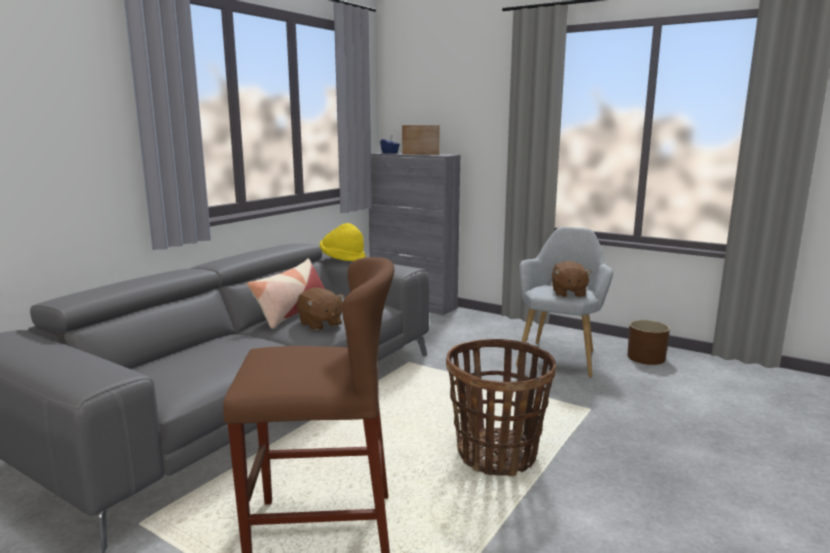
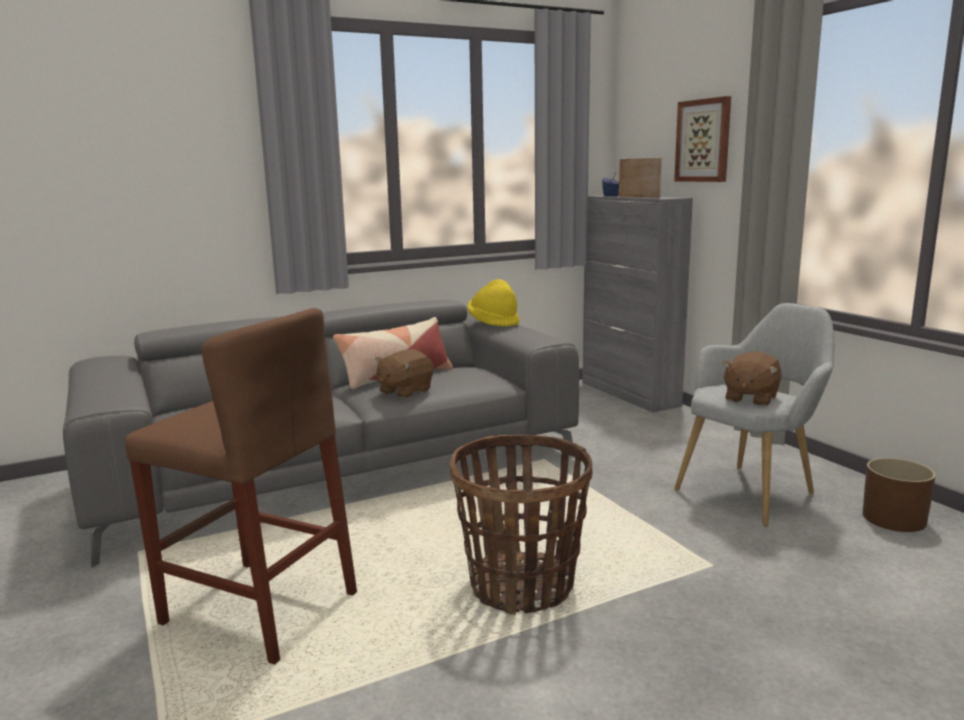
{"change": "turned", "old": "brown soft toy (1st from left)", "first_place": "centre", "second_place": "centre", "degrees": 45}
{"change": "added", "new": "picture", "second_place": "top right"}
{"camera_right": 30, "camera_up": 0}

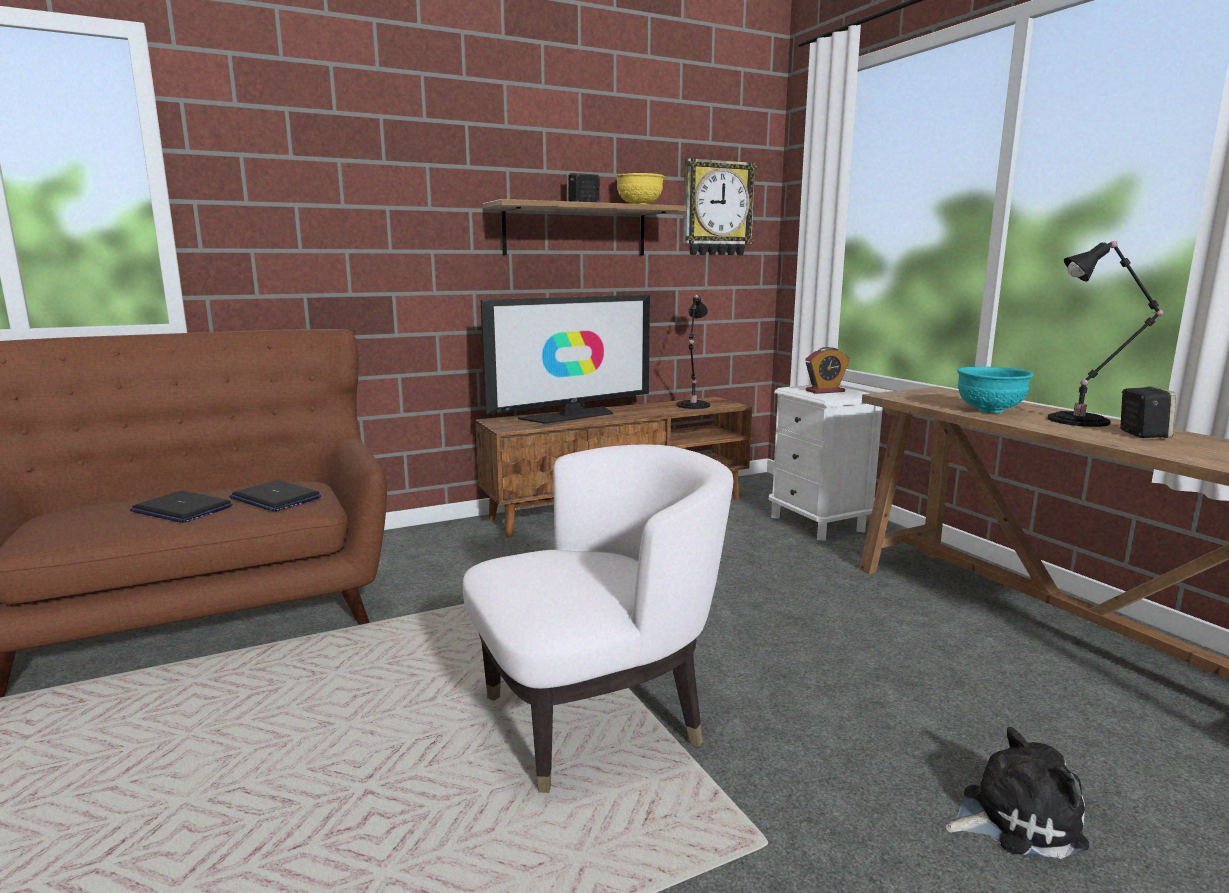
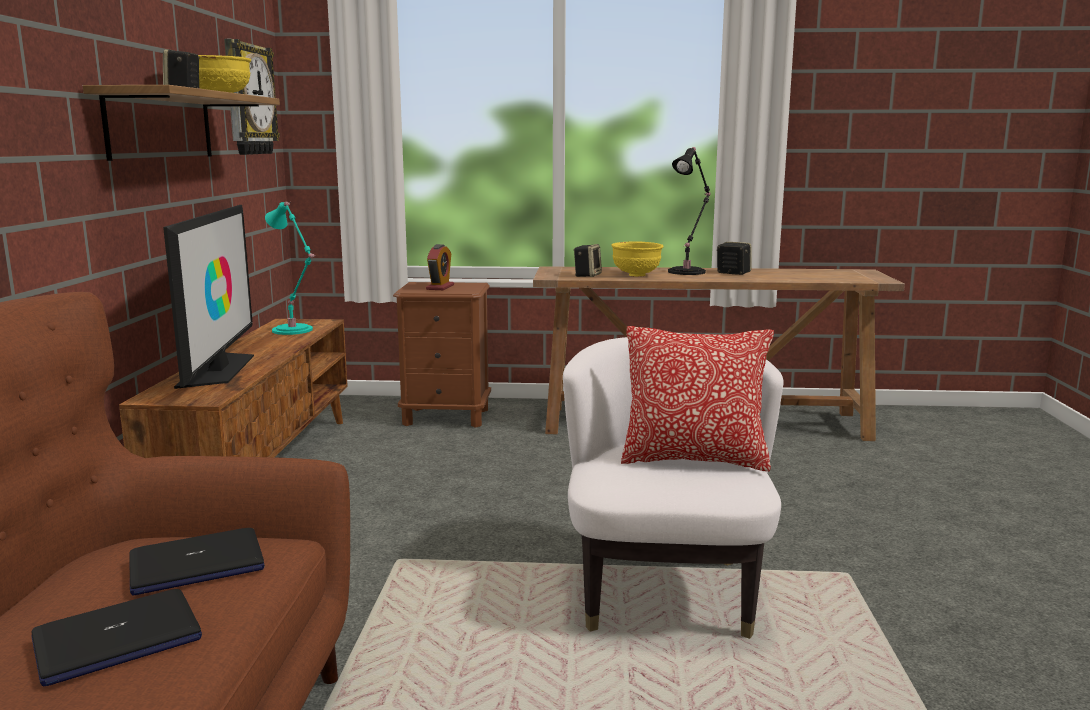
{"change": "recoloured", "old": "black-coloured table lamp (1st from left)", "new": "blue-green table lamp", "first_place": "centre", "second_place": "middle left"}
{"change": "recoloured", "old": "whitish night table", "new": "brown night table", "first_place": "middle right", "second_place": "centre"}
{"change": "removed", "old": "soft toy", "first_place": "bottom right"}
{"change": "recoloured", "old": "blue-green bowl", "new": "yellow-coloured bowl (2nd from left)", "first_place": "middle right", "second_place": "centre"}
{"change": "added", "new": "loudspeaker (2nd from left)", "second_place": "centre"}
{"change": "added", "new": "throw pillow", "second_place": "centre"}
{"camera_right": -60, "camera_up": 0}

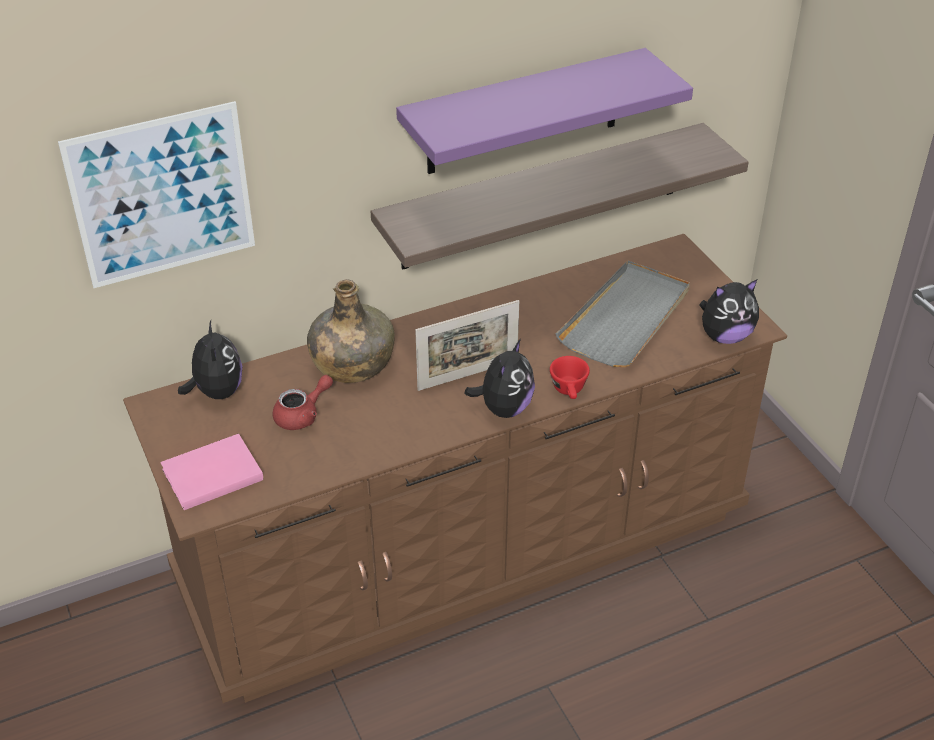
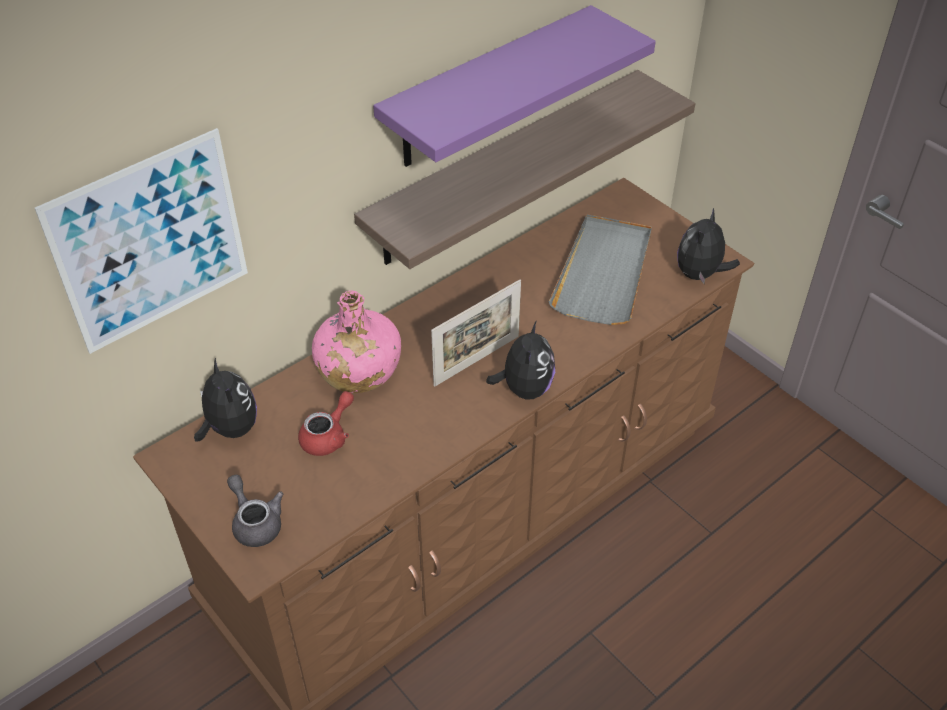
{"change": "replaced", "old": "pink-coloured volume", "new": "grey teapot", "first_place": "middle left", "second_place": "bottom left"}
{"change": "recoloured", "old": "green bottle", "new": "pink-coloured bottle", "first_place": "centre", "second_place": "centre"}
{"change": "removed", "old": "reddish cup", "first_place": "centre"}
{"change": "turned", "old": "soft toy (3rd from left)", "first_place": "middle right", "second_place": "middle right", "degrees": 150}
{"camera_right": -15, "camera_up": 5}

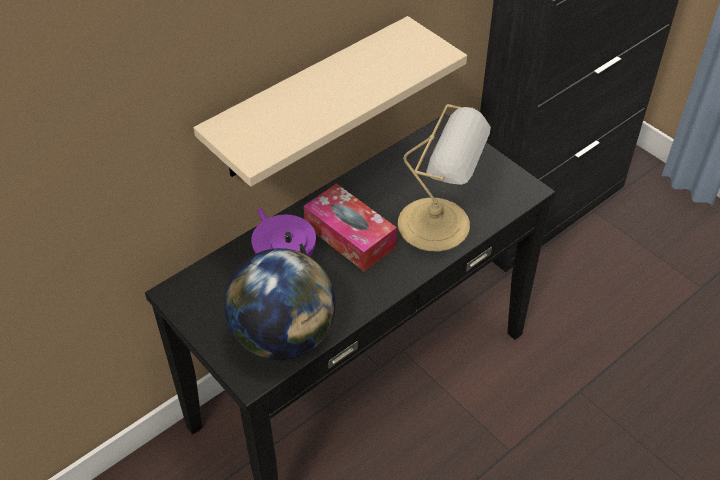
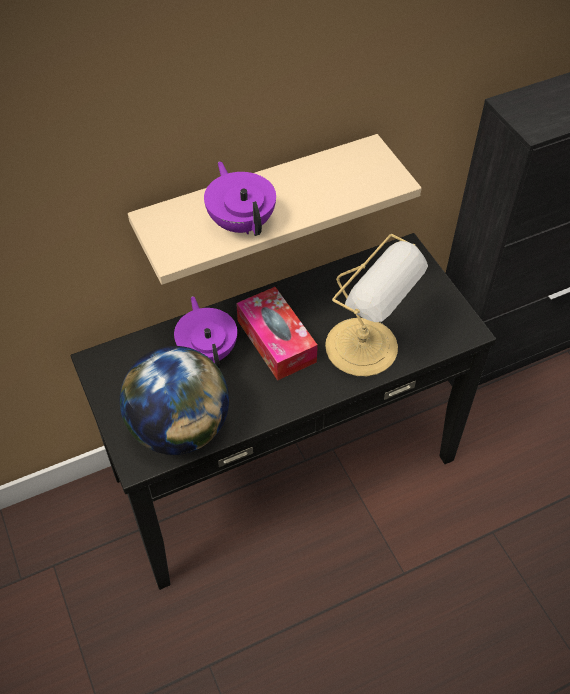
{"change": "added", "new": "purple-coloured teapot (2nd from left)", "second_place": "top centre"}
{"camera_right": 15, "camera_up": 5}

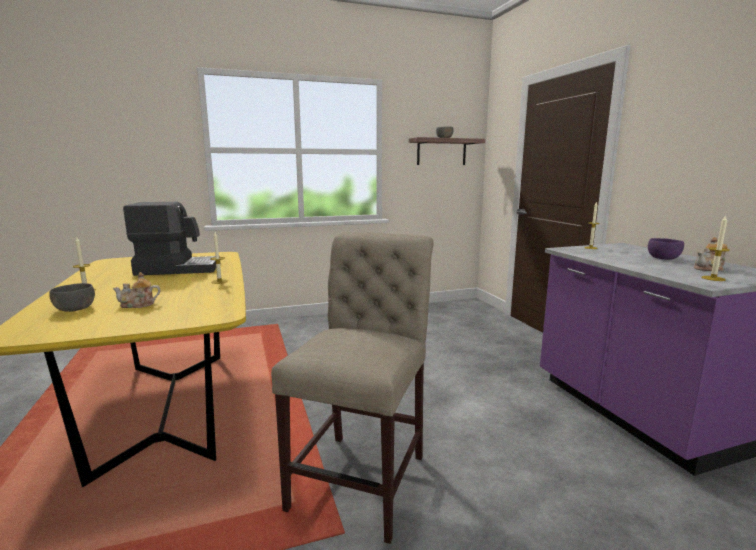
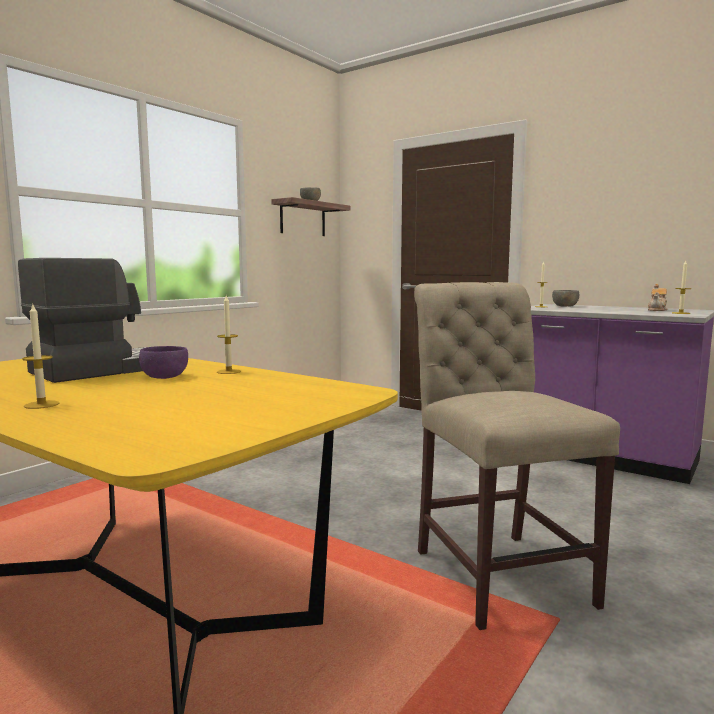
{"change": "moved", "old": "grey bowl (1st from left in the first image)", "new": "grey bowl (2nd from left)", "first_place": "middle left", "second_place": "middle right"}
{"change": "removed", "old": "teapot (1st from left)", "first_place": "middle left"}
{"change": "moved", "old": "purple-coloured bowl", "first_place": "middle right", "second_place": "middle left"}
{"camera_right": -35, "camera_up": -5}

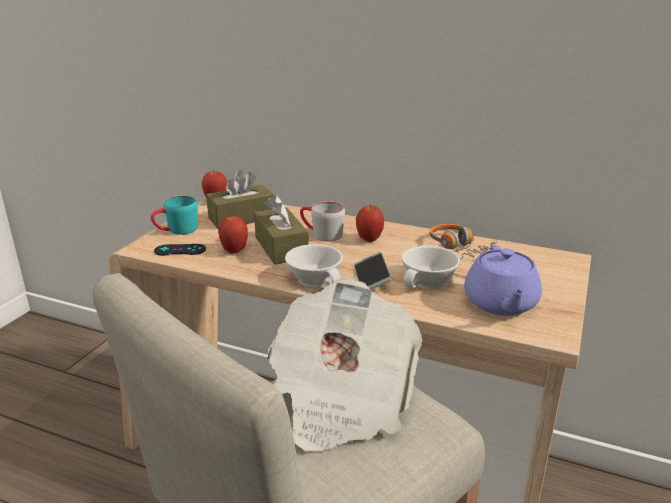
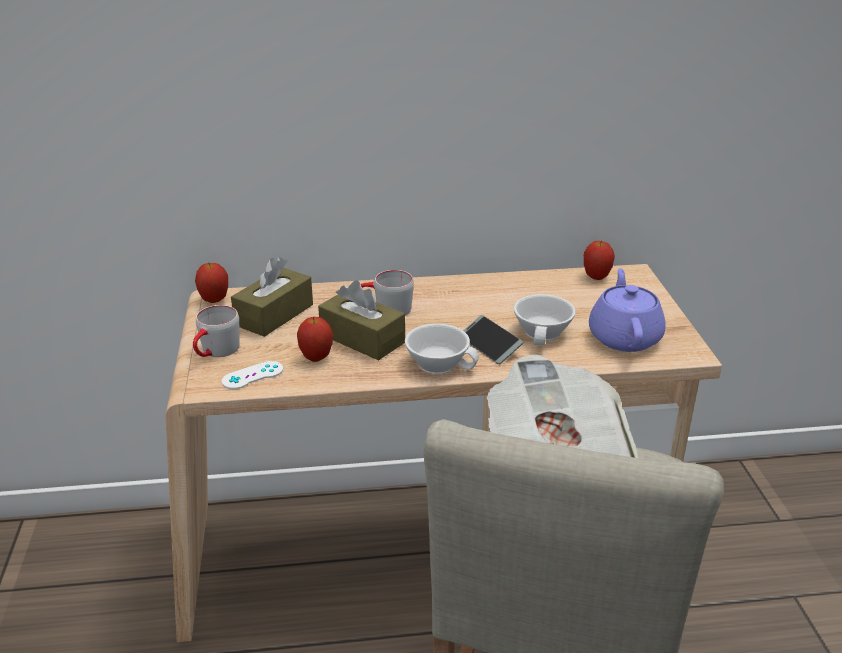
{"change": "recoloured", "old": "blue-green tea mug", "new": "grey tea mug (1st from left)", "first_place": "middle left", "second_place": "middle left"}
{"change": "recoloured", "old": "black-coloured game controller", "new": "whitish game controller", "first_place": "middle left", "second_place": "middle left"}
{"change": "moved", "old": "apple fruit (3rd from left)", "first_place": "centre", "second_place": "middle right"}
{"change": "removed", "old": "headset", "first_place": "middle right"}
{"change": "turned", "old": "purple-coloured teapot", "first_place": "middle right", "second_place": "middle right", "degrees": -150}
{"camera_right": -30, "camera_up": 5}

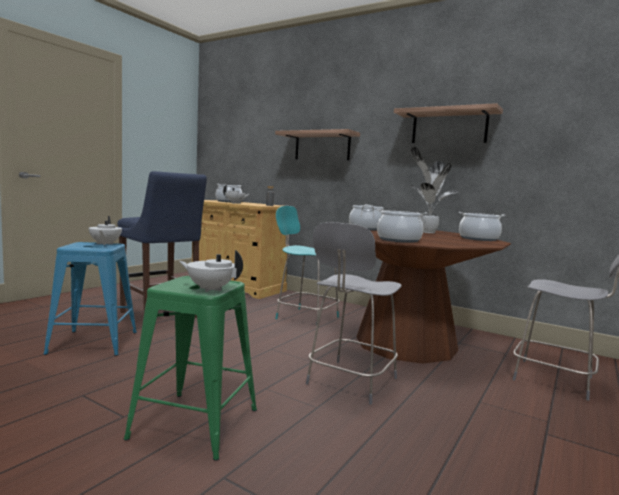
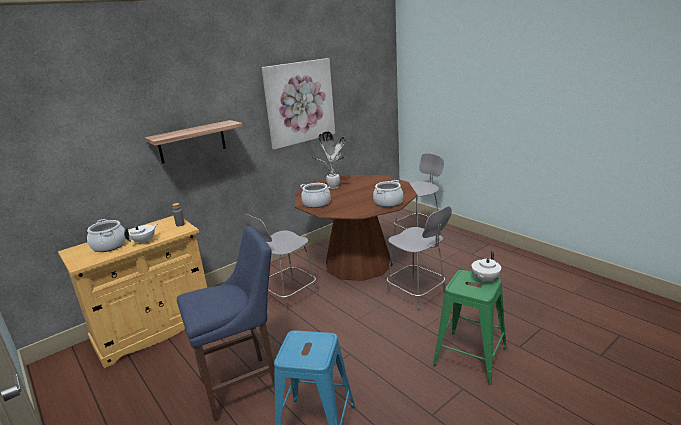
{"change": "removed", "old": "whitish teapot (1st from left)", "first_place": "middle left"}
{"change": "recoloured", "old": "blue-green upright chair", "new": "grey upright chair (1st from left)", "first_place": "centre", "second_place": "centre"}
{"change": "replaced", "old": "shelf (2nd from left)", "new": "picture", "first_place": "top right", "second_place": "top centre"}
{"change": "removed", "old": "saucepot (4th from left)", "first_place": "middle right"}
{"camera_right": -70, "camera_up": 15}

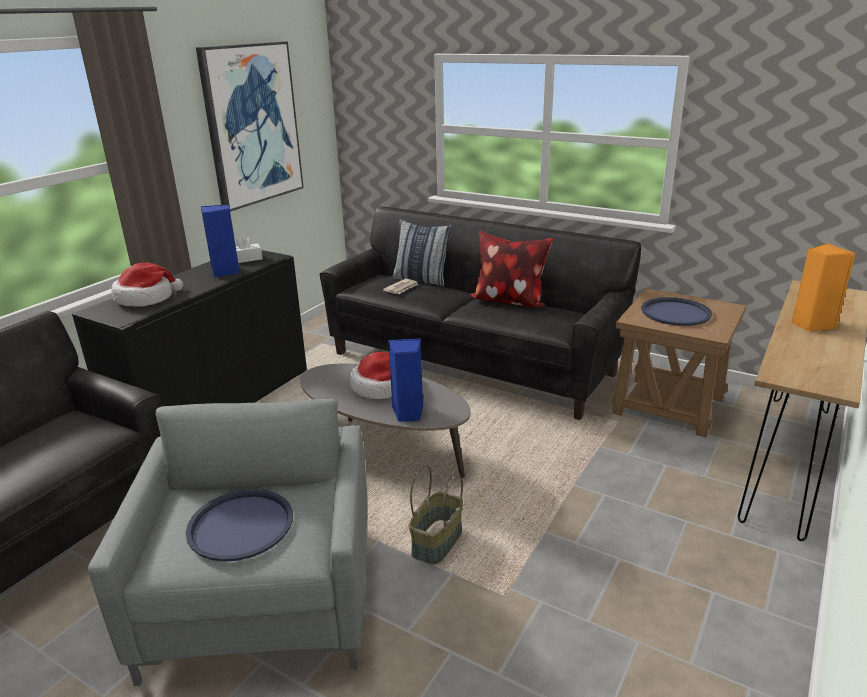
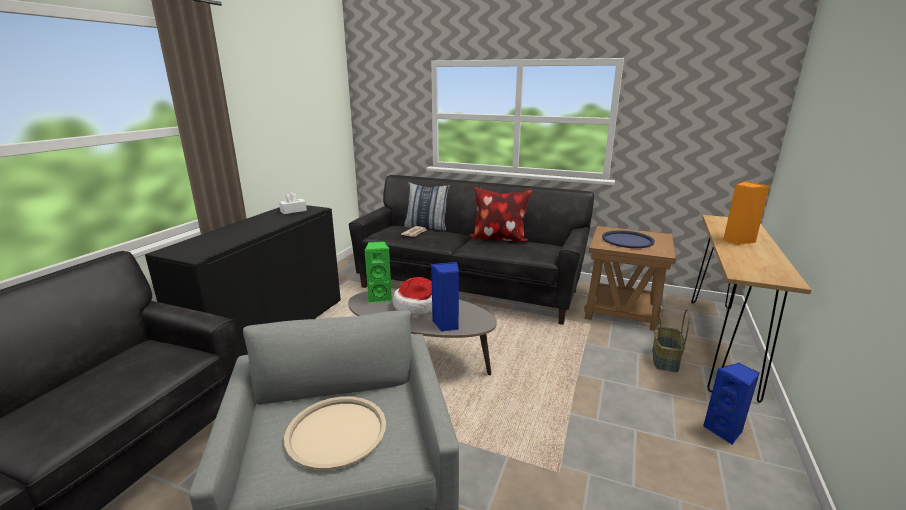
{"change": "removed", "old": "hat (1st from left)", "first_place": "middle left"}
{"change": "recoloured", "old": "blue-coloured carrying tray (1st from left)", "new": "beige-coloured carrying tray", "first_place": "bottom left", "second_place": "bottom centre"}
{"change": "removed", "old": "picture", "first_place": "top left"}
{"change": "moved", "old": "blue-coloured loudspeaker (1st from left in the first image)", "new": "blue-coloured loudspeaker (2nd from left)", "first_place": "middle left", "second_place": "bottom right"}
{"change": "moved", "old": "storage basket", "first_place": "bottom centre", "second_place": "middle right"}
{"change": "added", "new": "green loudspeaker", "second_place": "centre"}
{"camera_right": -10, "camera_up": -5}

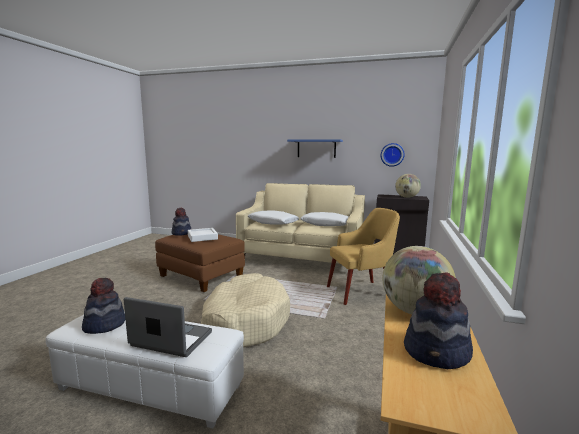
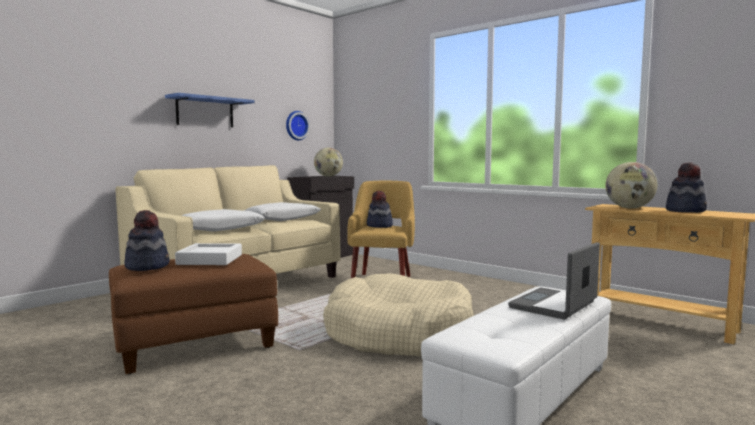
{"change": "moved", "old": "hat (1st from left in the first image)", "new": "hat (2nd from left)", "first_place": "bottom left", "second_place": "centre"}
{"camera_right": -65, "camera_up": -5}

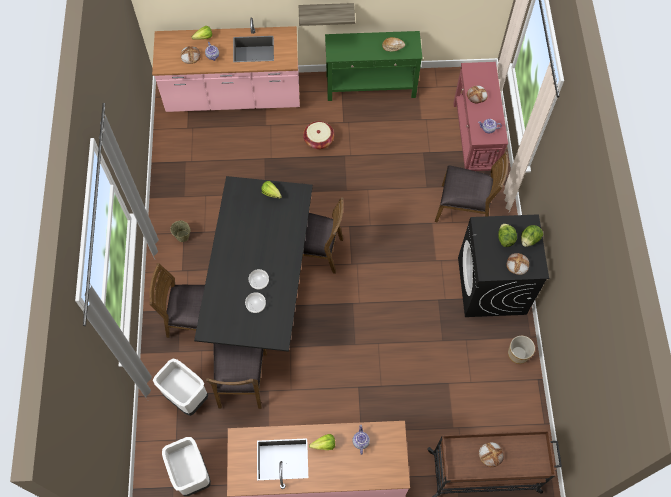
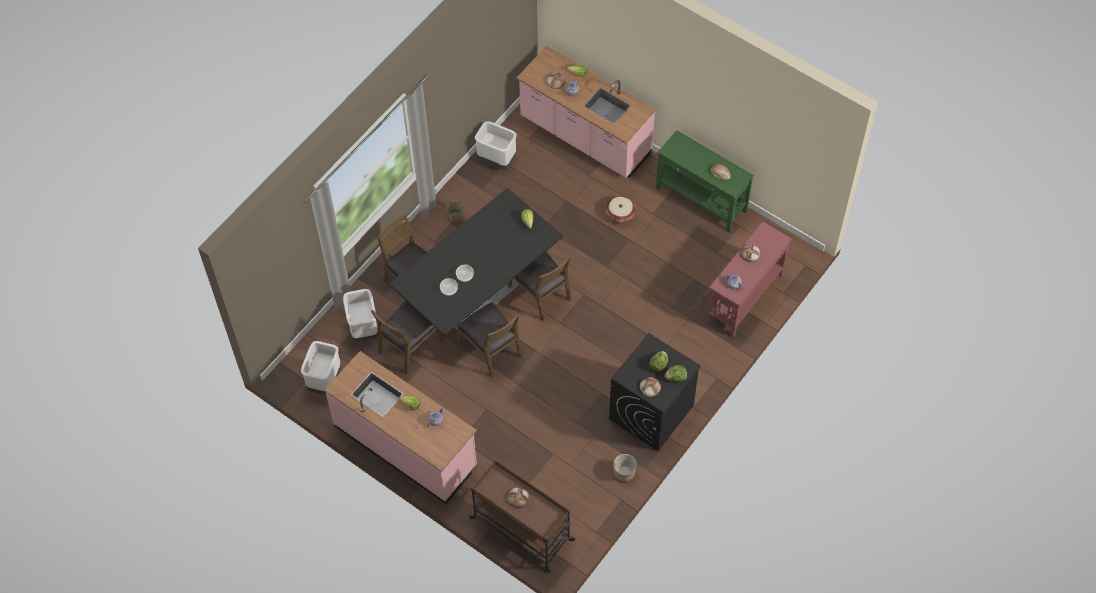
{"change": "removed", "old": "shelf", "first_place": "top centre"}
{"change": "moved", "old": "brown upright chair (4th from left in the first image)", "new": "brown upright chair (3rd from left)", "first_place": "middle right", "second_place": "centre"}
{"change": "added", "new": "whitish waste bin (3rd from left)", "second_place": "top centre"}
{"camera_right": 40, "camera_up": -5}

